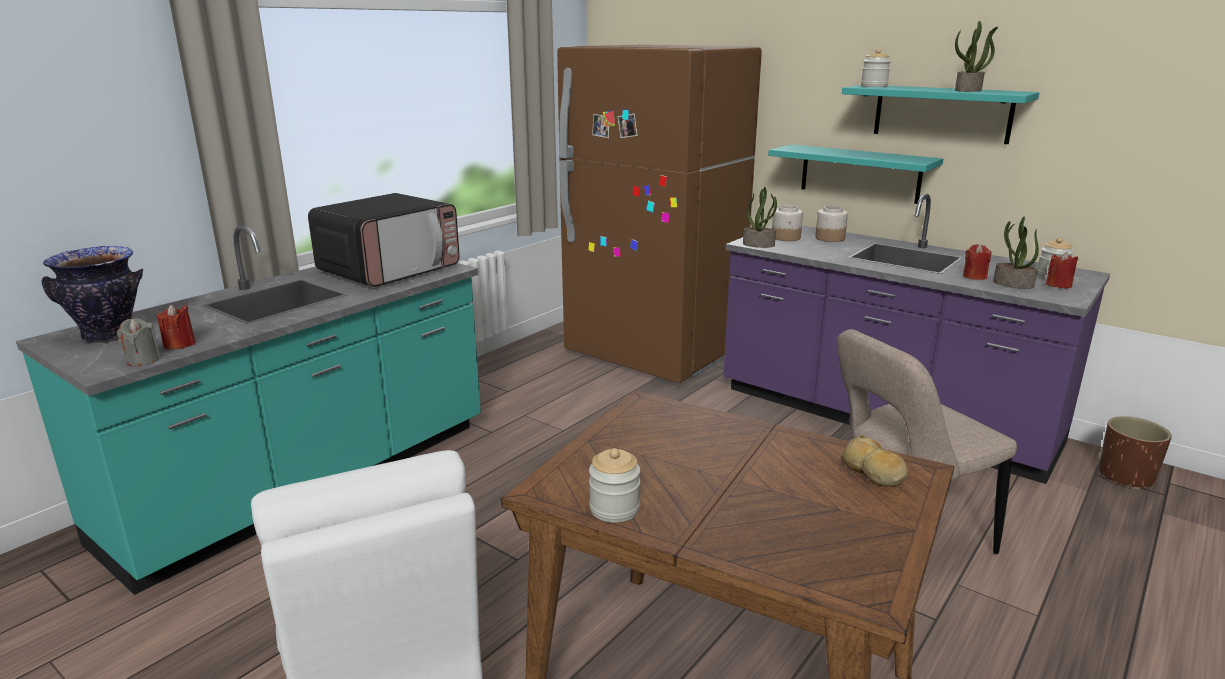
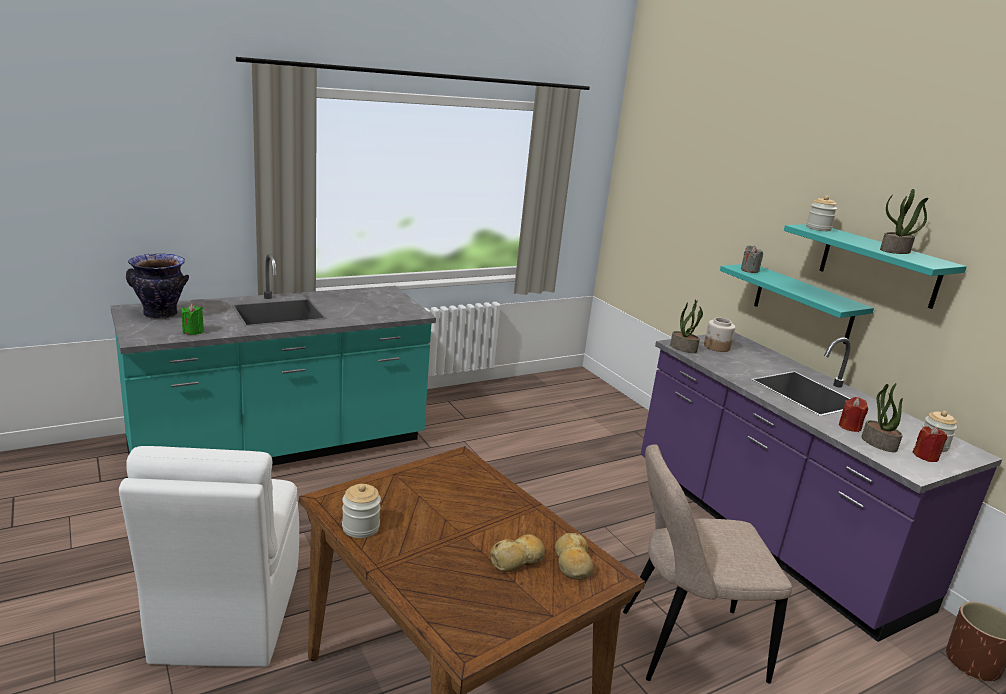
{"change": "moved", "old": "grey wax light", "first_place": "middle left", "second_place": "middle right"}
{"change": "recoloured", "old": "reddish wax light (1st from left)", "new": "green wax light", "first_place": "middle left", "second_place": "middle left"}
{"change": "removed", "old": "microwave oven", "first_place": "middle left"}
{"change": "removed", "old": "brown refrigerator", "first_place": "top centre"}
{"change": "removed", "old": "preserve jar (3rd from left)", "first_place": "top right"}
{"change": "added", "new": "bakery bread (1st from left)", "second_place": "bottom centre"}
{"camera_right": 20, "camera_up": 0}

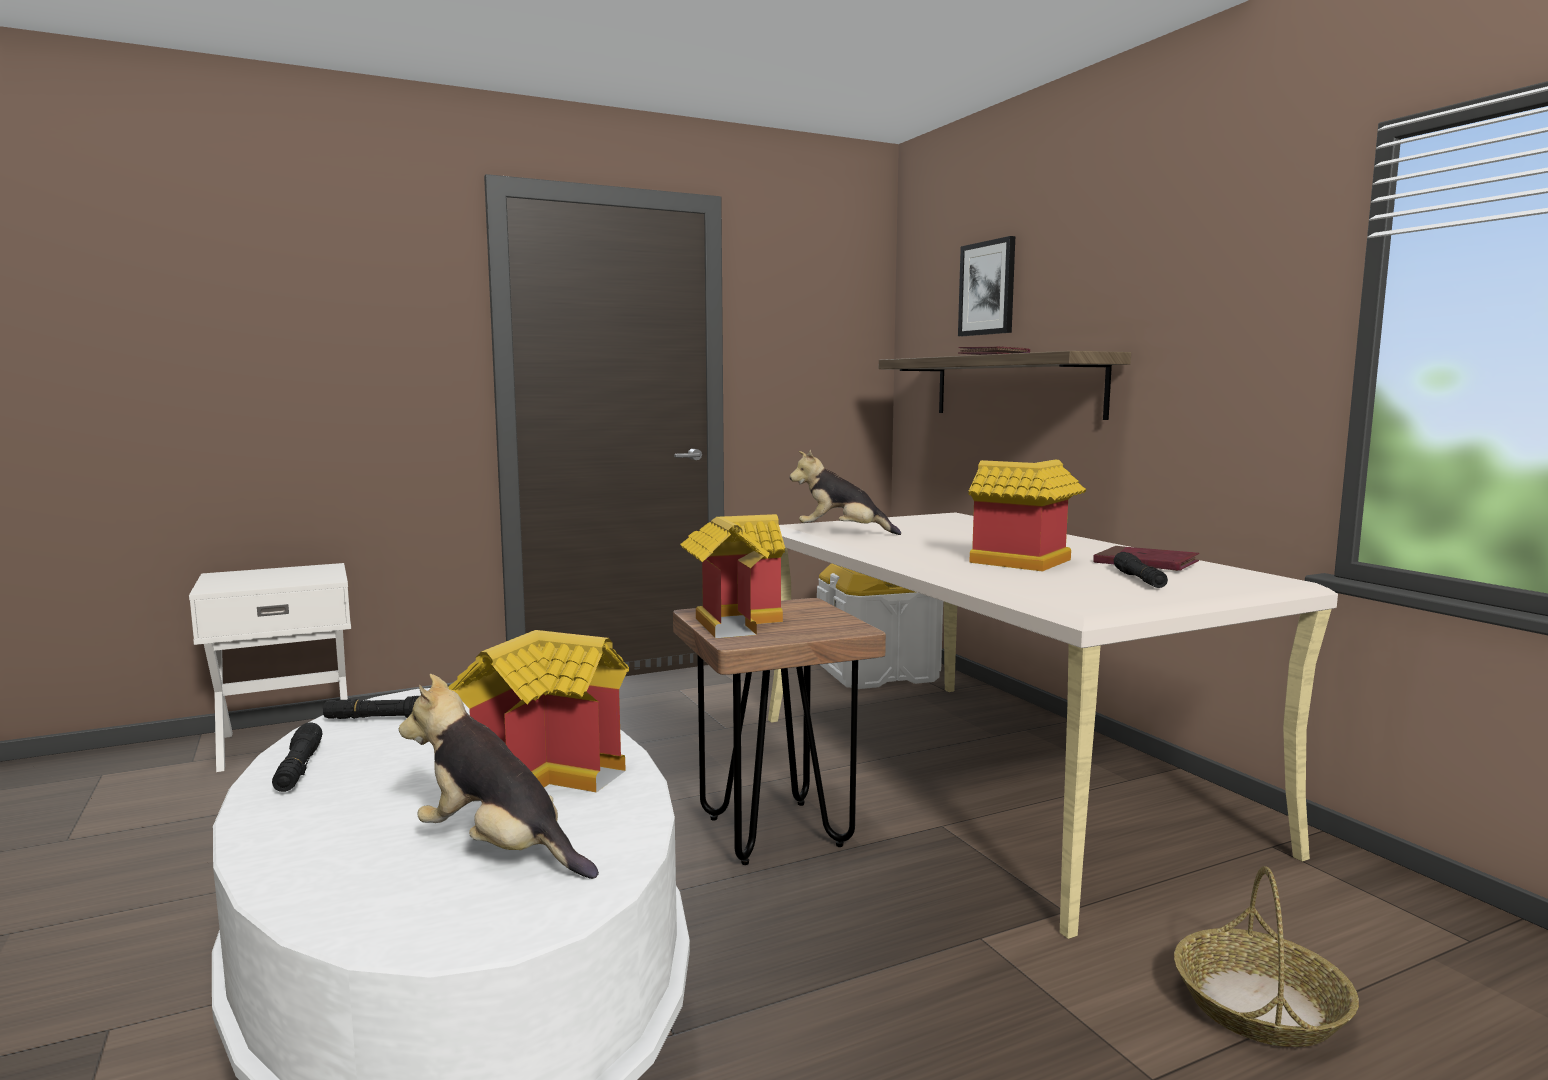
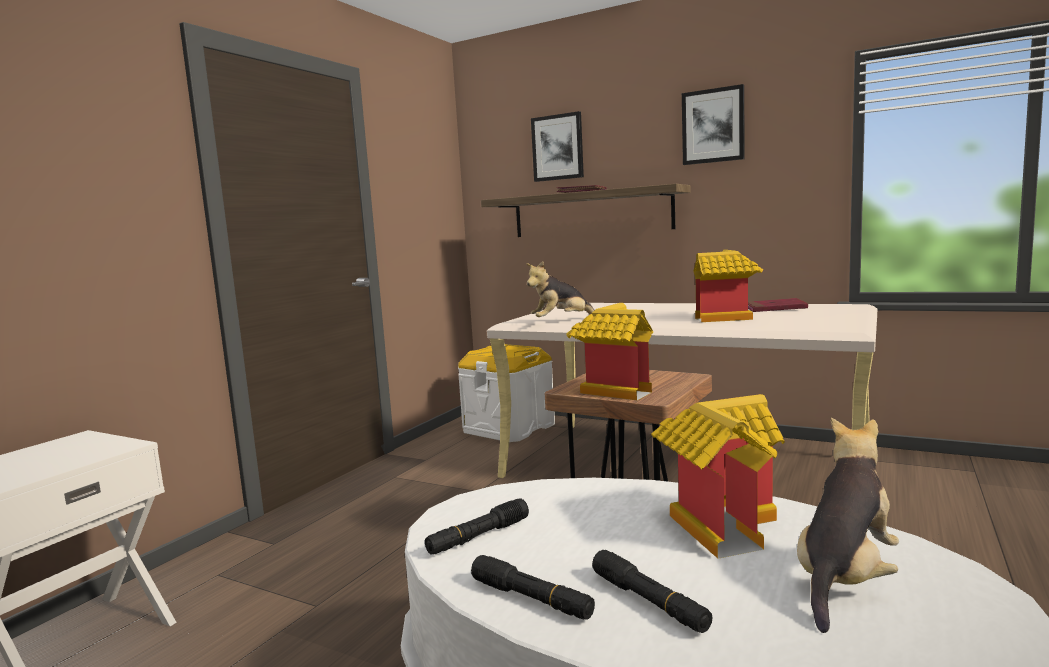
{"change": "turned", "old": "soft toy (1st from left in the first image)", "first_place": "bottom left", "second_place": "bottom right", "degrees": 135}
{"change": "moved", "old": "black-coloured hand torch (3rd from left)", "first_place": "middle right", "second_place": "bottom centre"}
{"change": "removed", "old": "storage basket", "first_place": "bottom right"}
{"change": "added", "new": "picture (2nd from left)", "second_place": "top right"}
{"camera_right": -35, "camera_up": 0}

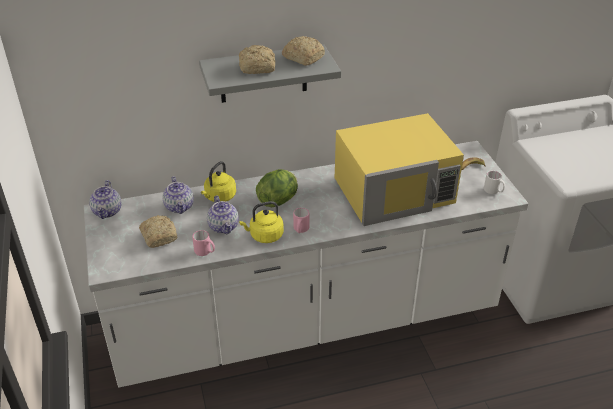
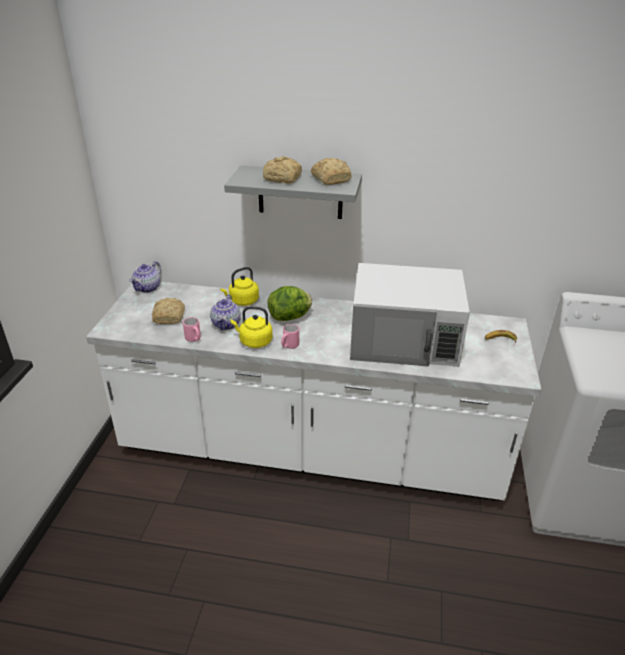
{"change": "removed", "old": "teapot (2nd from left)", "first_place": "middle left"}
{"change": "recoloured", "old": "yellow-coloured microwave oven", "new": "whitish microwave oven", "first_place": "centre", "second_place": "centre"}
{"change": "removed", "old": "whitish tea mug", "first_place": "middle right"}
{"camera_right": 25, "camera_up": -5}

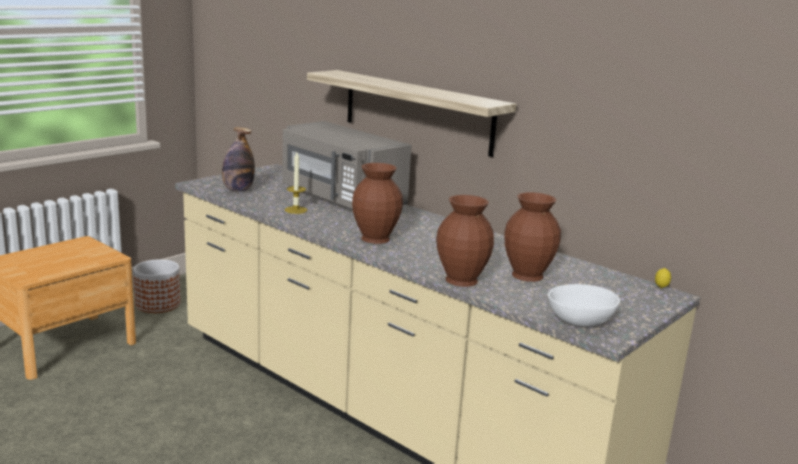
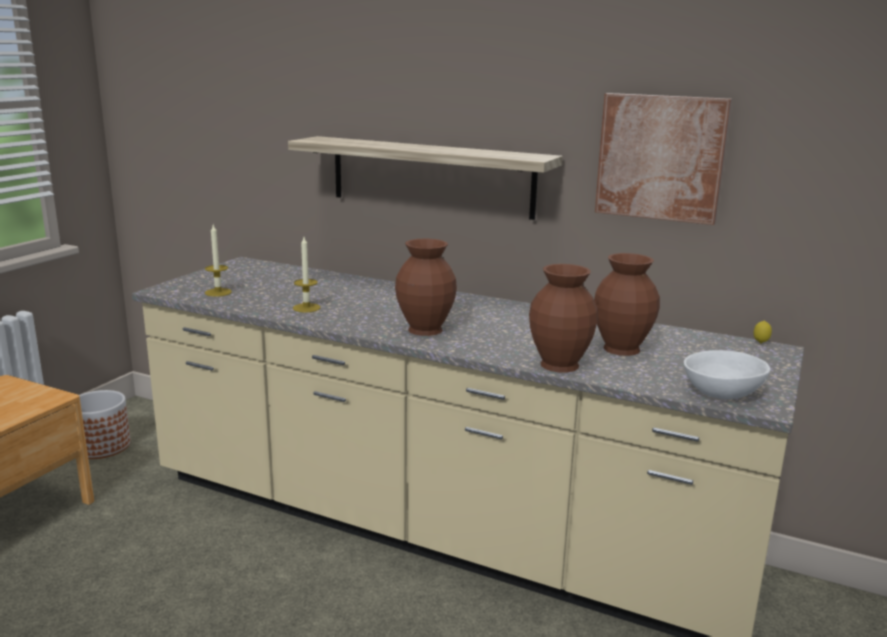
{"change": "replaced", "old": "bottle", "new": "wax light (1st from left)", "first_place": "middle left", "second_place": "middle left"}
{"change": "removed", "old": "grey microwave oven", "first_place": "centre"}
{"change": "added", "new": "picture", "second_place": "top right"}
{"camera_right": -15, "camera_up": 0}

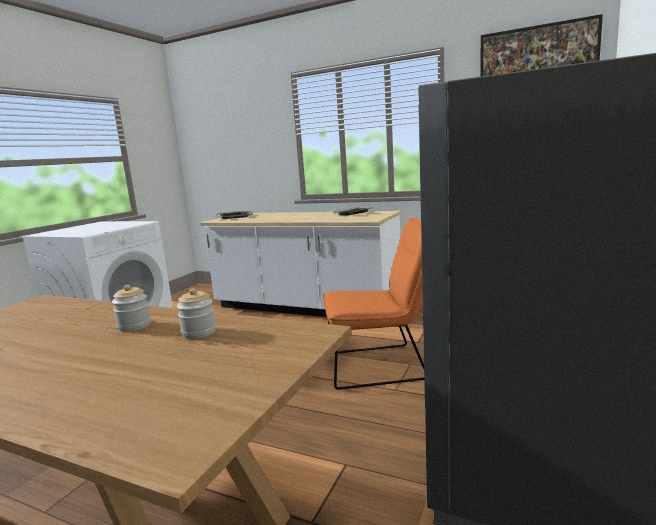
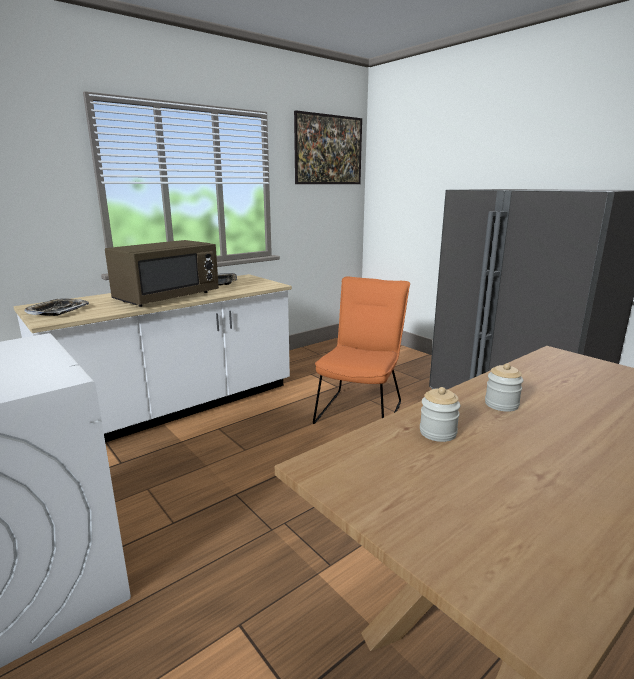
{"change": "moved", "old": "preserve jar (2nd from left in the first image)", "new": "preserve jar (1st from left)", "first_place": "middle left", "second_place": "middle right"}
{"change": "added", "new": "brown microwave oven", "second_place": "middle left"}
{"camera_right": -65, "camera_up": 5}

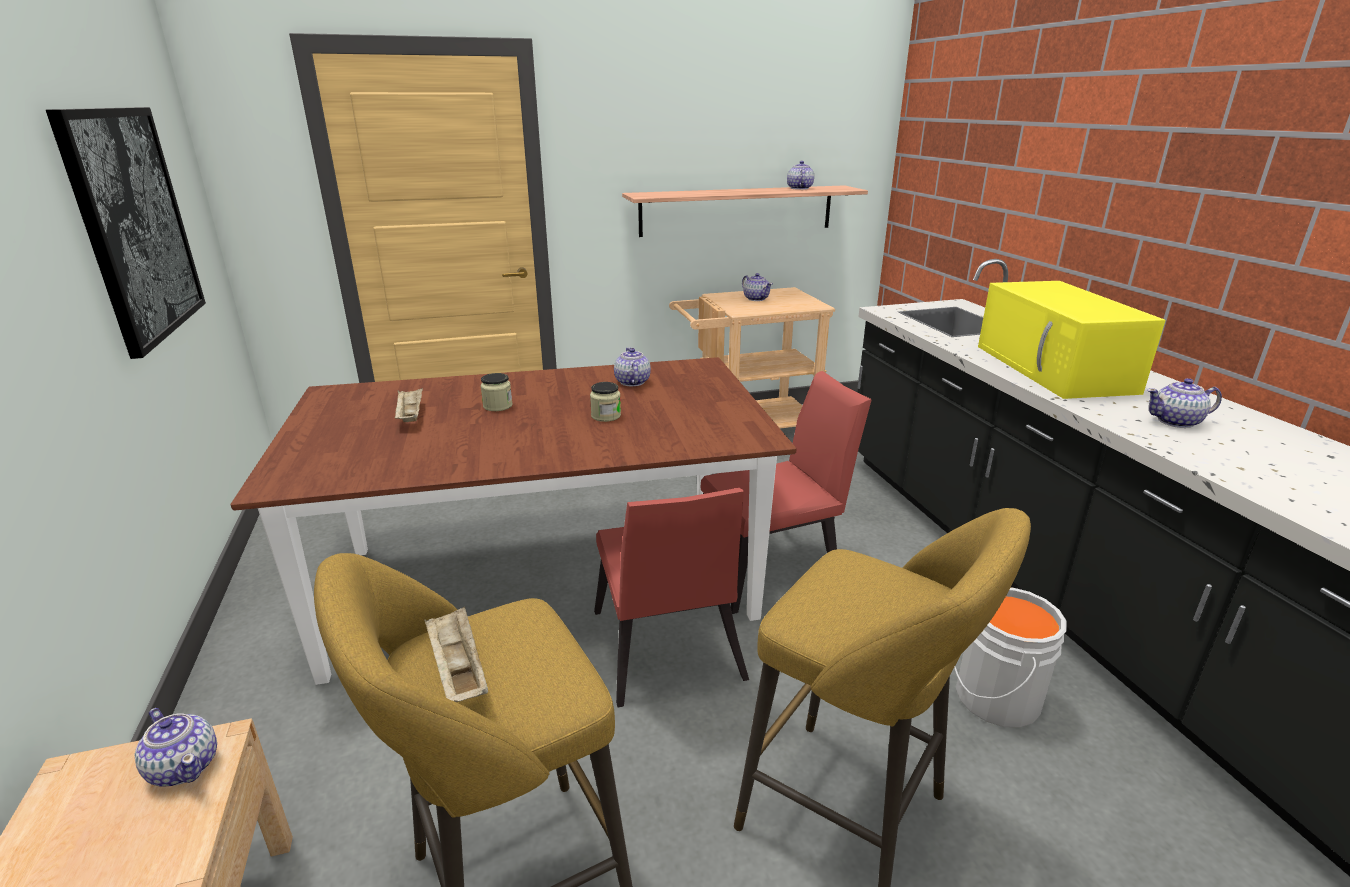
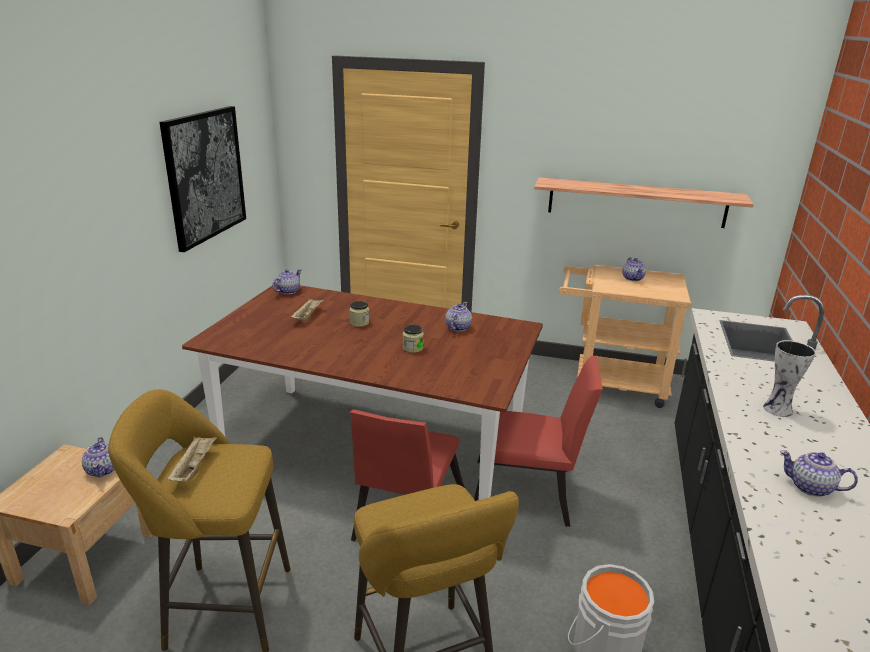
{"change": "moved", "old": "teapot (4th from left in the first image)", "new": "teapot (2nd from left)", "first_place": "top centre", "second_place": "middle left"}
{"change": "replaced", "old": "yellow-coloured microwave oven", "new": "decorative vase", "first_place": "middle right", "second_place": "middle right"}
{"camera_right": 30, "camera_up": 0}

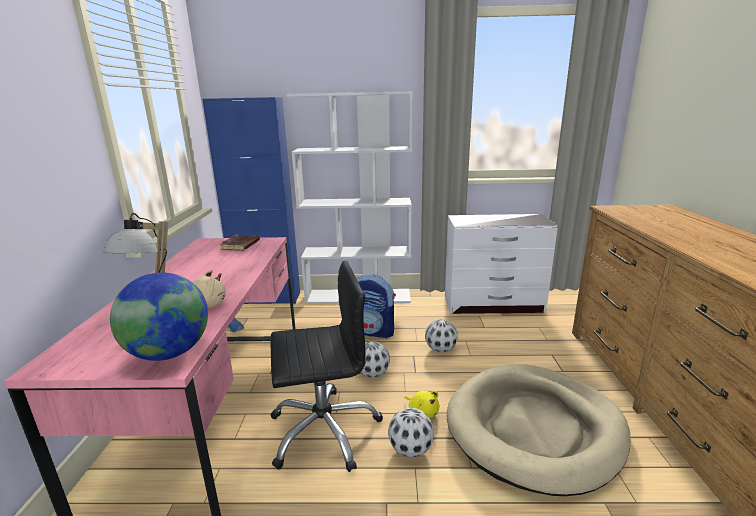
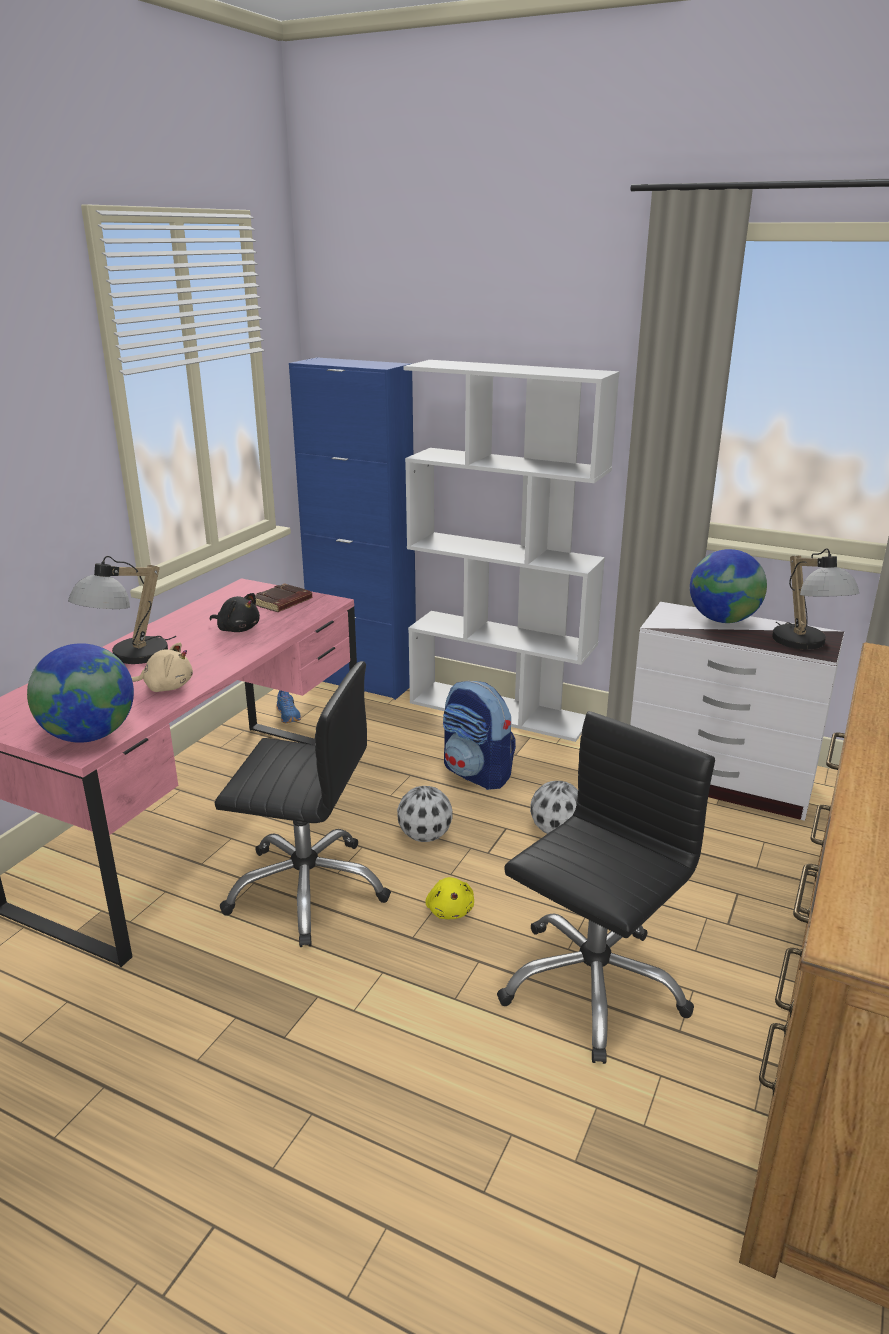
{"change": "removed", "old": "ball for football (2nd from left)", "first_place": "bottom centre"}
{"change": "replaced", "old": "beige-coloured pet bed", "new": "black-coloured computer chair (2nd from left)", "first_place": "bottom right", "second_place": "middle right"}
{"change": "added", "new": "black-coloured soft toy", "second_place": "middle left"}
{"change": "added", "new": "world globe (2nd from left)", "second_place": "middle right"}
{"change": "added", "new": "table lamp (2nd from left)", "second_place": "middle right"}
{"camera_right": 25, "camera_up": 5}

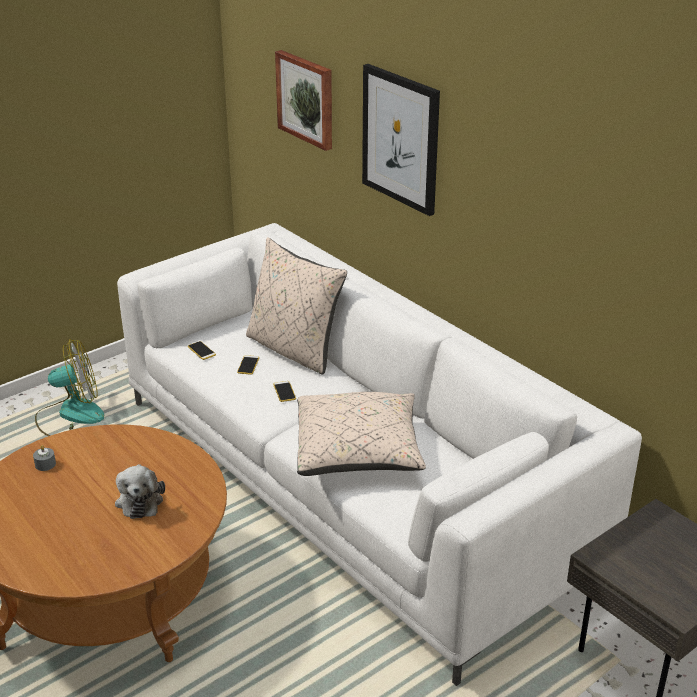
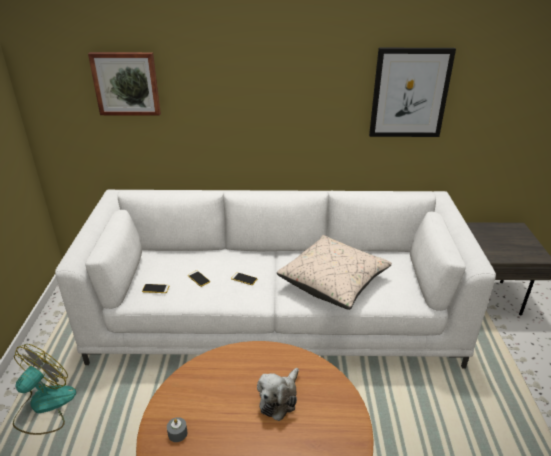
{"change": "turned", "old": "soft toy", "first_place": "bottom left", "second_place": "bottom centre", "degrees": 90}
{"change": "removed", "old": "beige-coloured throw pillow (1st from left)", "first_place": "centre"}
{"change": "moved", "old": "picture (2nd from left)", "first_place": "top centre", "second_place": "top right"}
{"camera_right": -50, "camera_up": 0}

